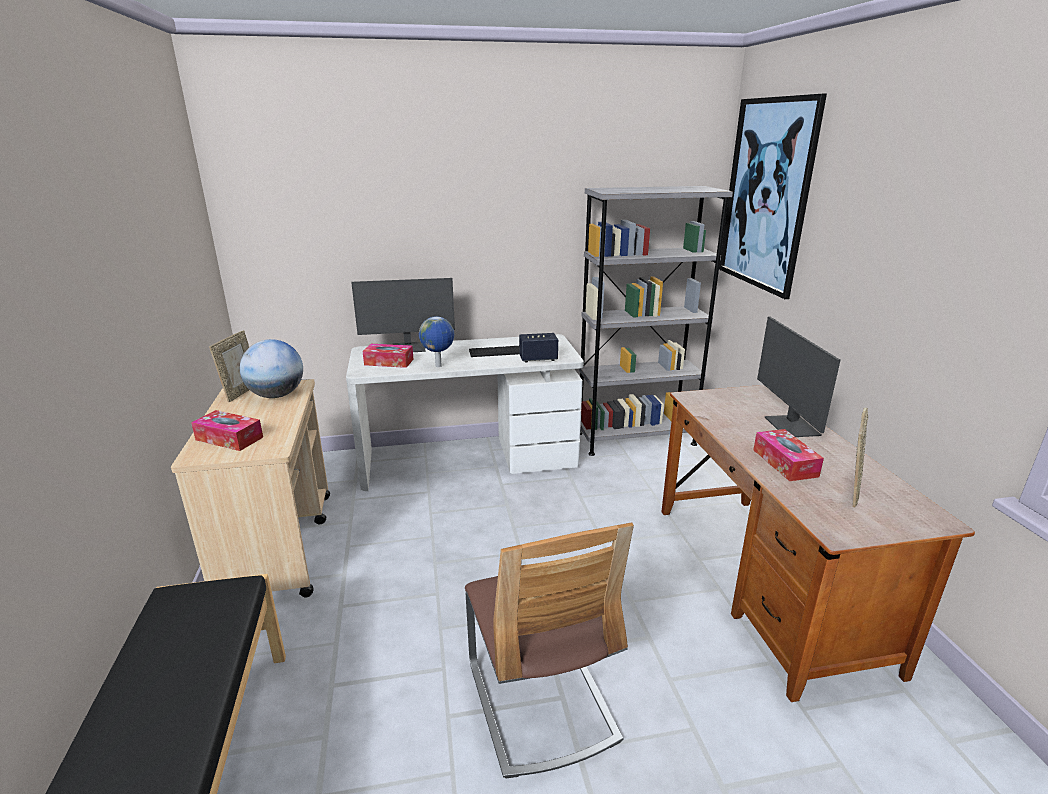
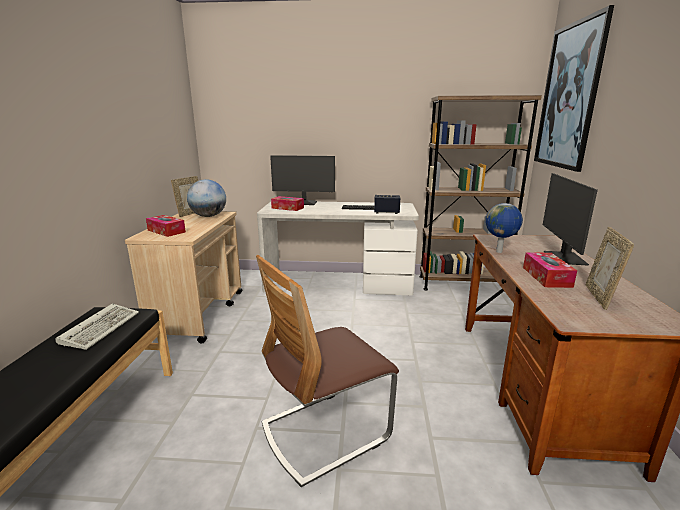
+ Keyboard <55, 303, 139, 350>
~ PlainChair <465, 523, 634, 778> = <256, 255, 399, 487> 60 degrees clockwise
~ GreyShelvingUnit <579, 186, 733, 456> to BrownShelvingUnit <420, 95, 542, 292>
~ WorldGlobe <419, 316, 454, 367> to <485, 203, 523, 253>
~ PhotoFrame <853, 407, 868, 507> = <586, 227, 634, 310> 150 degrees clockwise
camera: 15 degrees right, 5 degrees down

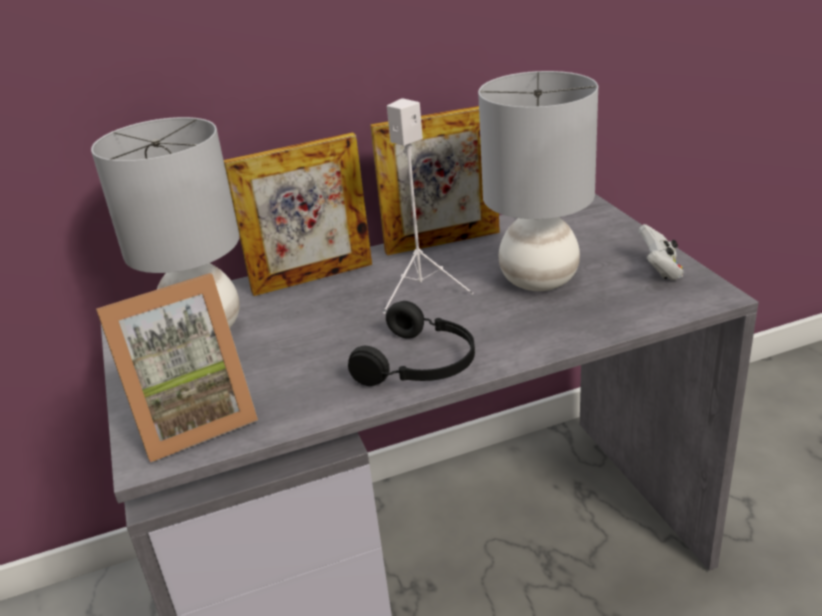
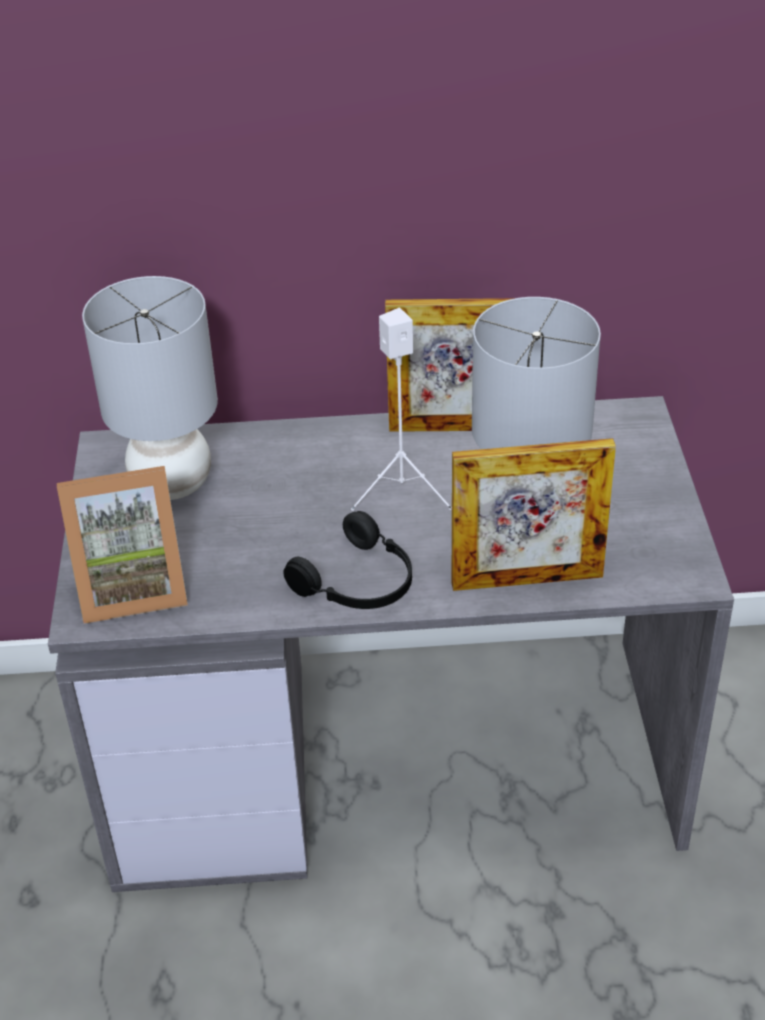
~ PhotoFrame <224, 132, 372, 296> to <452, 438, 616, 591>
- WhitishJoypad <638, 224, 684, 280>
camera: 15 degrees right, 10 degrees up

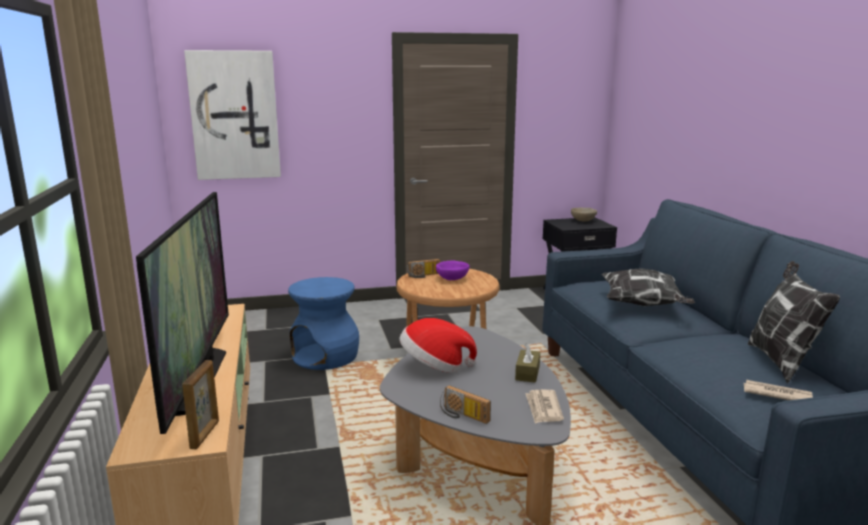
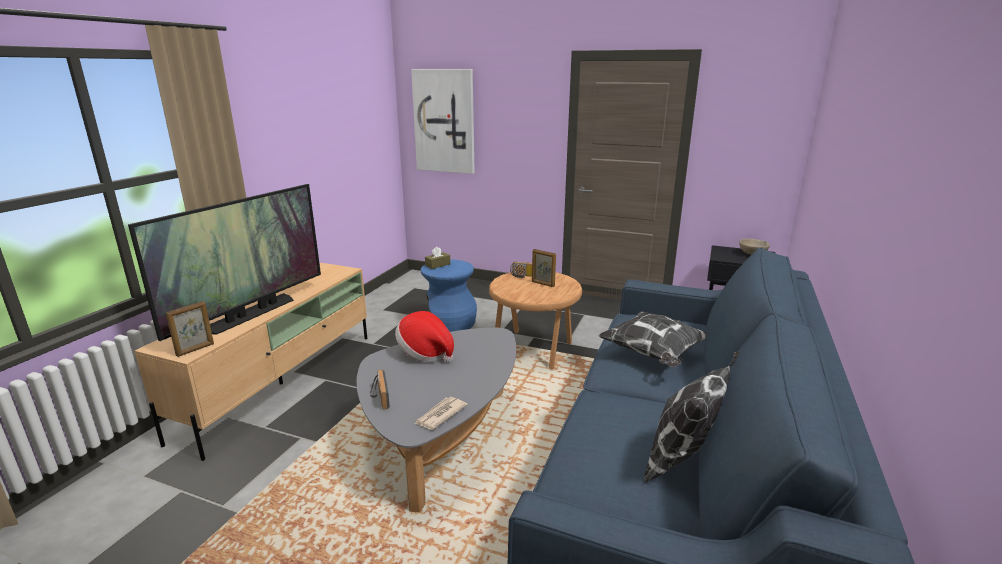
~ BrownTissueHolder <515, 343, 540, 383> to <425, 247, 450, 269>
~ PurpleBowl <436, 261, 469, 280> to PhotoFrame <532, 249, 556, 287>
- PrintedPaper <744, 380, 813, 400>
camera: 35 degrees right, 5 degrees up

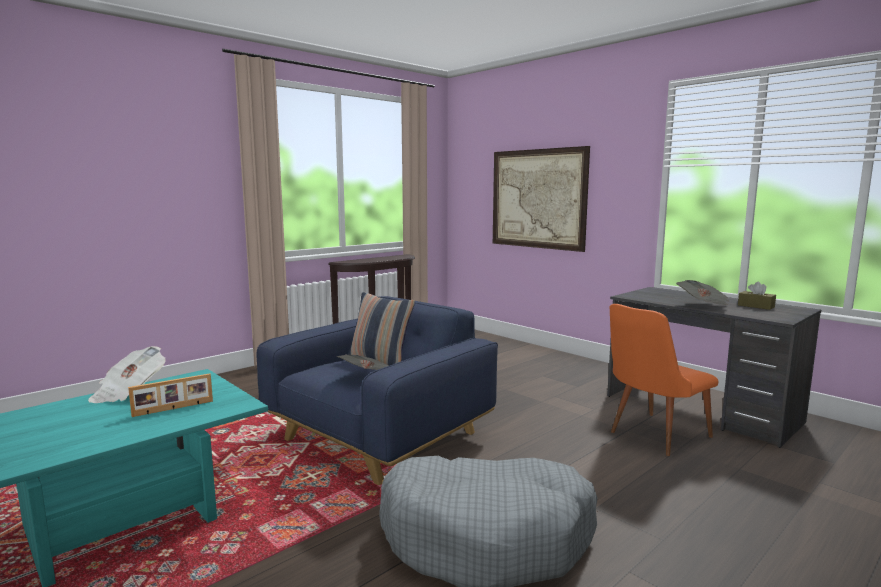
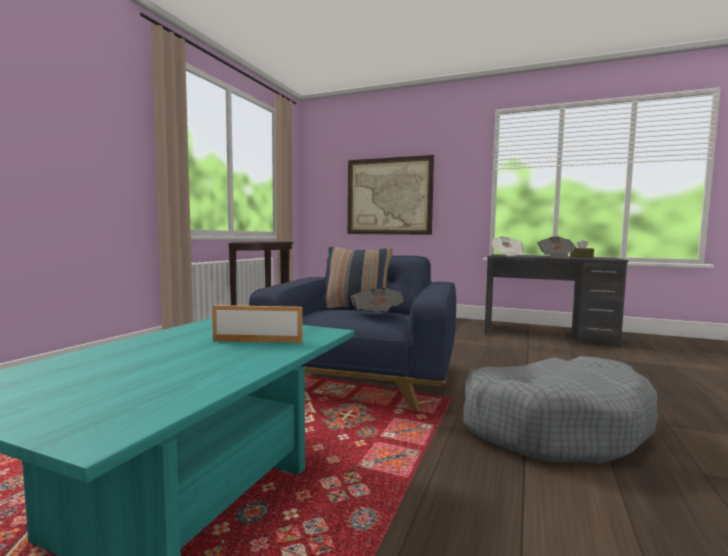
~ PhotoFrame <128, 373, 213, 417> = <212, 305, 302, 343> 120 degrees counterclockwise
~ PrintedPaper <88, 346, 166, 403> to <492, 236, 524, 256>
- OrangePlainChair <610, 304, 719, 456>
camera: 25 degrees left, 5 degrees down

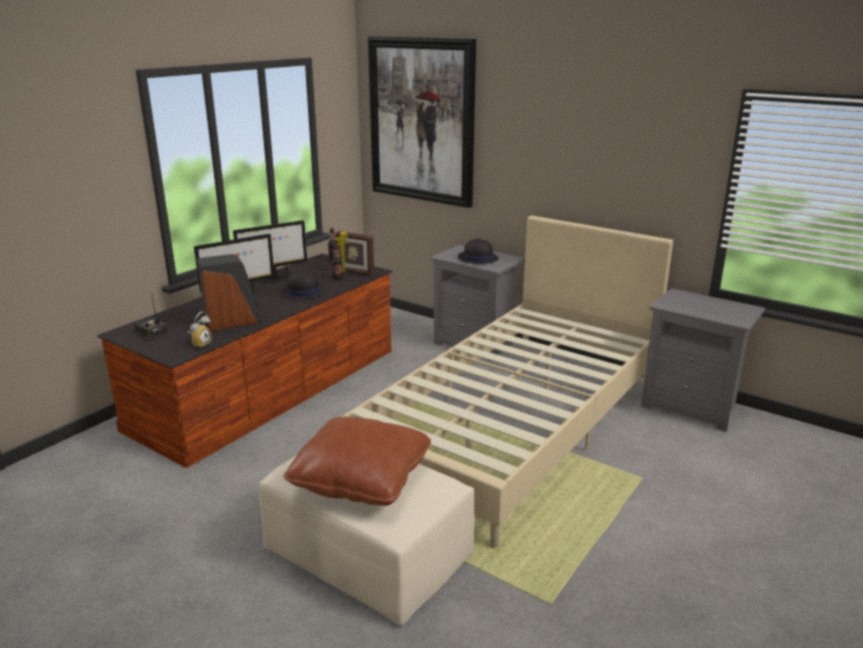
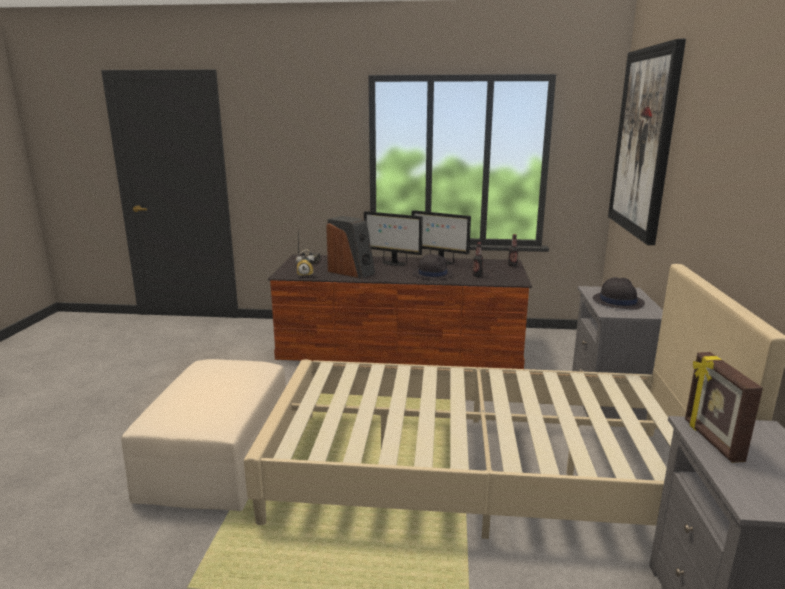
~ PhotoFrame <335, 231, 374, 276> to <685, 352, 763, 463>
- BrownCushion <283, 417, 431, 506>
camera: 60 degrees right, 5 degrees down

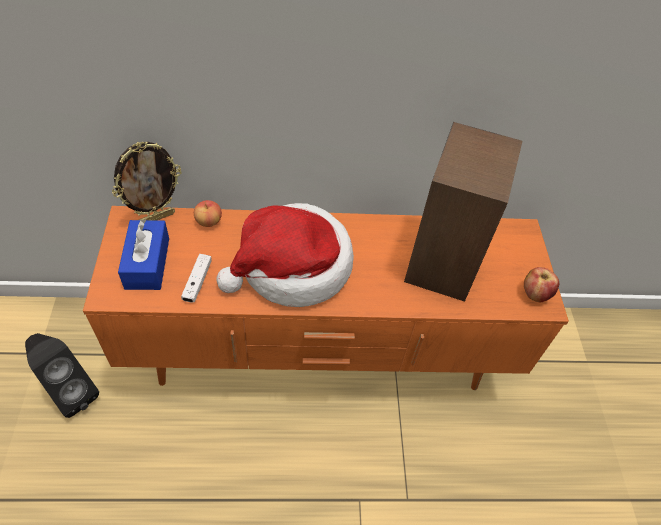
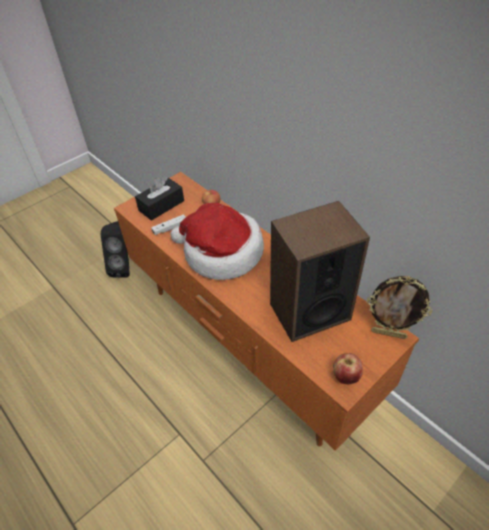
~ BlueTissueHolder <118, 219, 169, 290> to BlackishTissueHolder <135, 176, 184, 221>
~ PhotoFrame <112, 142, 182, 221> to <367, 276, 433, 339>
camera: 55 degrees right, 5 degrees down

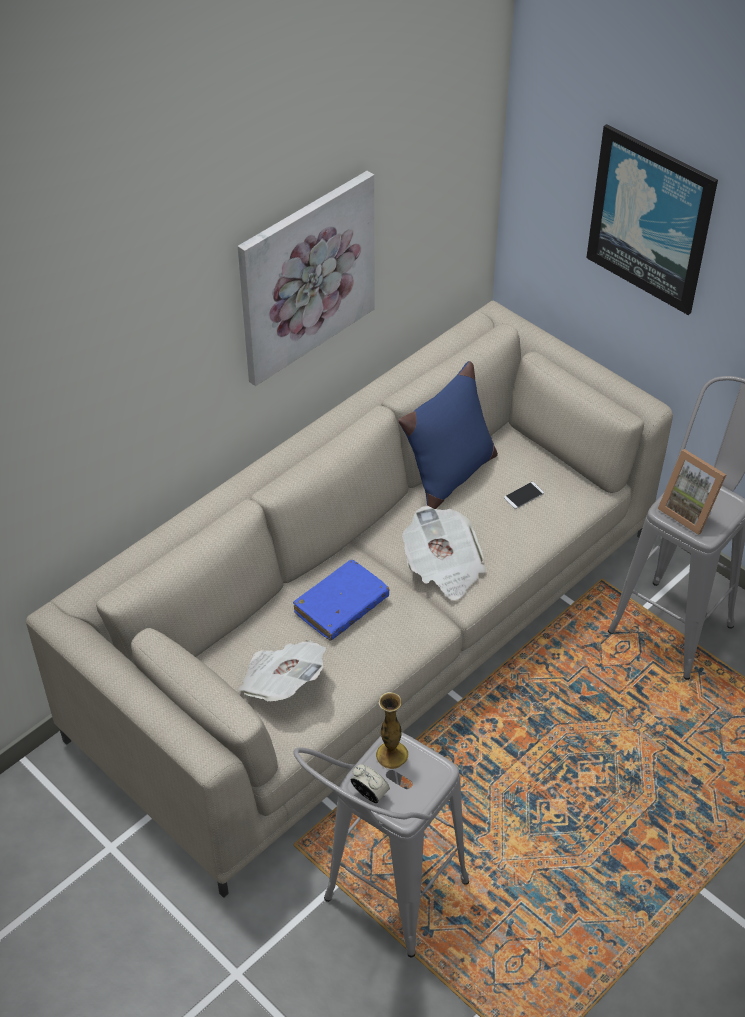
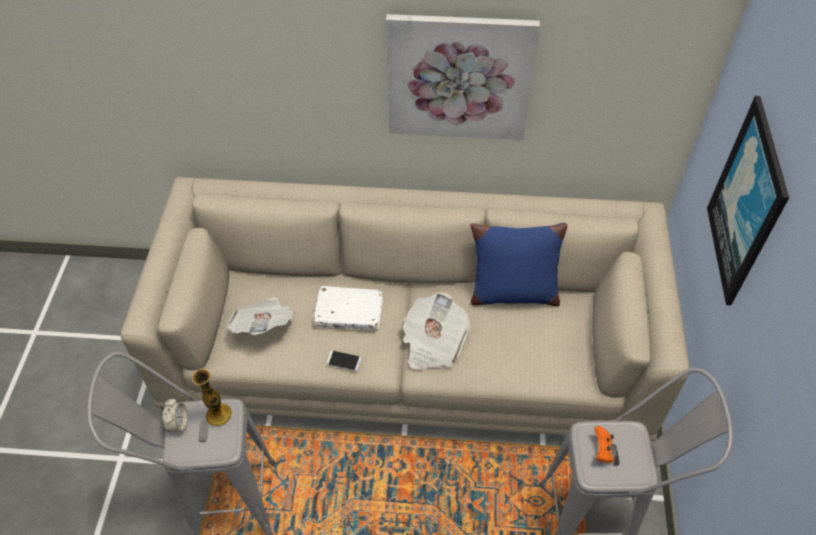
~ BlueBoundBook <293, 560, 390, 640> to WhitishBoundBook <314, 286, 383, 330>
~ Telephone <504, 482, 544, 509> to <326, 350, 362, 371>
~ PhotoFrame <658, 449, 726, 535> to OrangeJoypad <594, 426, 614, 463>
camera: 50 degrees right, 5 degrees up

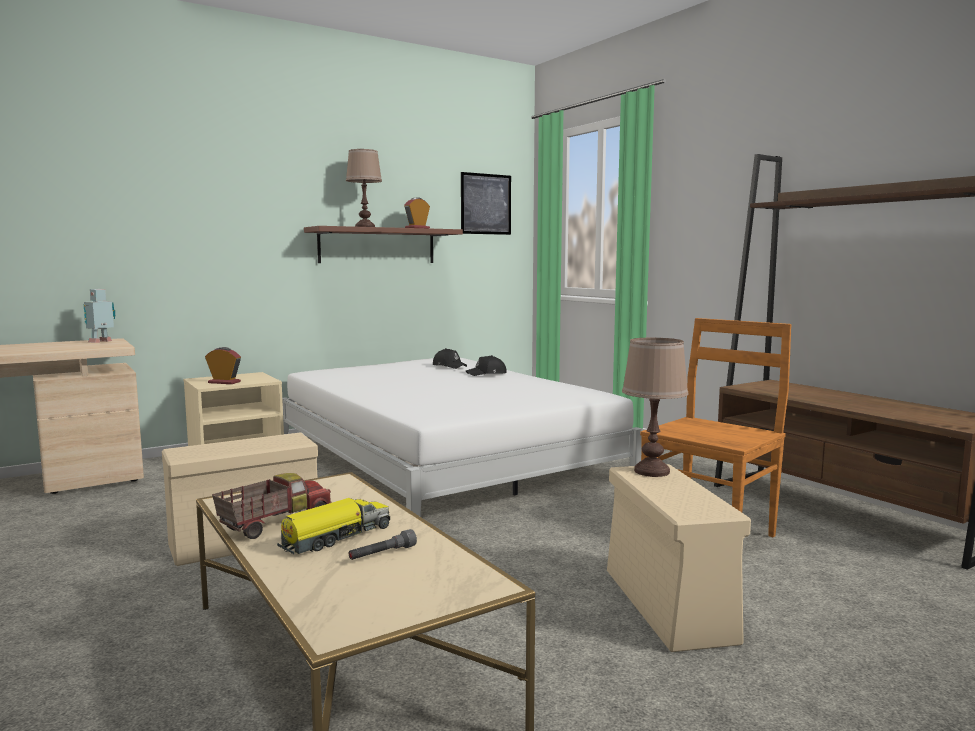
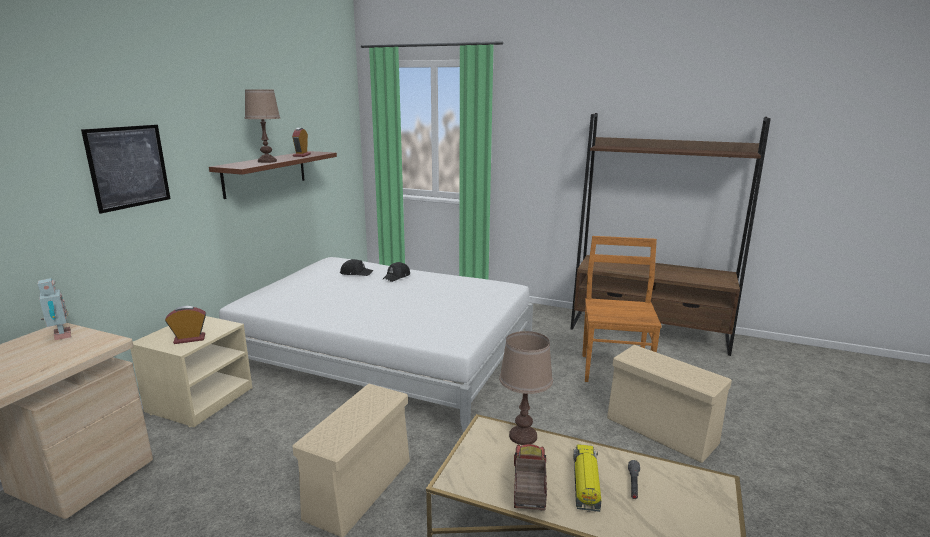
~ ModelRobot <83, 289, 115, 343> = <38, 278, 71, 340> 150 degrees clockwise
~ WallPicture <461, 172, 511, 235> to <81, 125, 170, 214>
~ BrownTabletopLamp <622, 338, 688, 477> to <499, 331, 553, 445>
camera: 35 degrees left, 10 degrees up

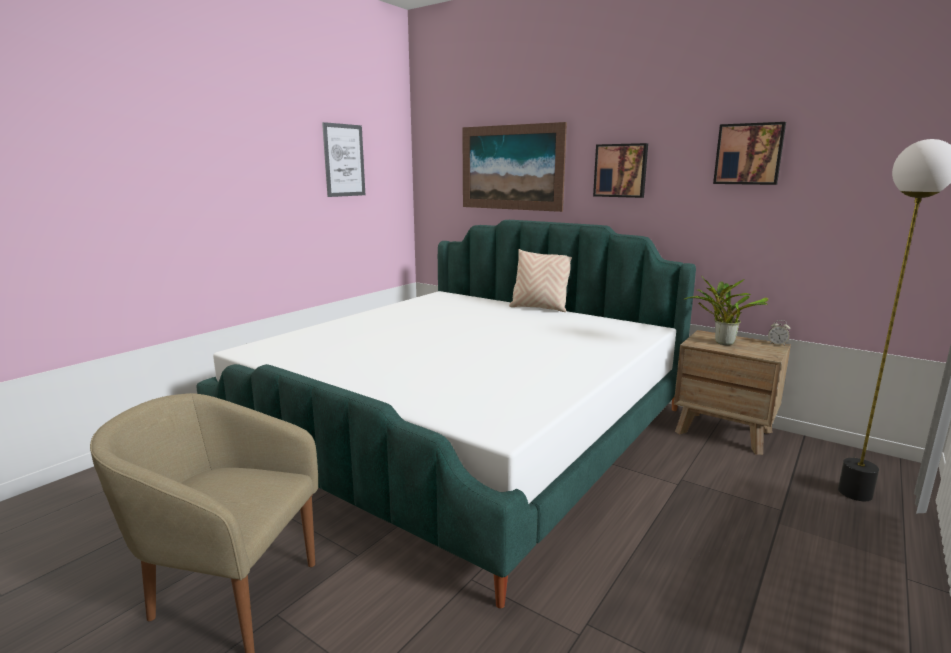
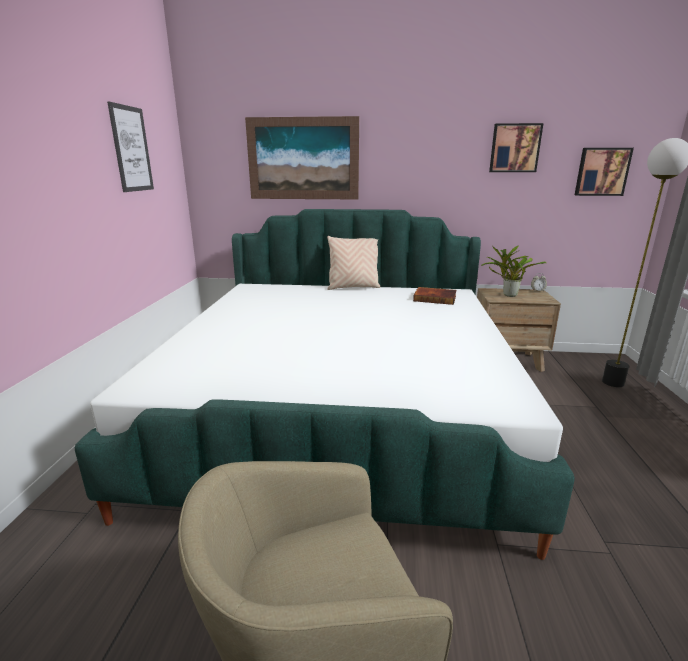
+ BoundBook <413, 287, 457, 305>
~ WallPicture <593, 143, 648, 198> to <575, 148, 634, 196>
camera: 30 degrees left, 5 degrees up

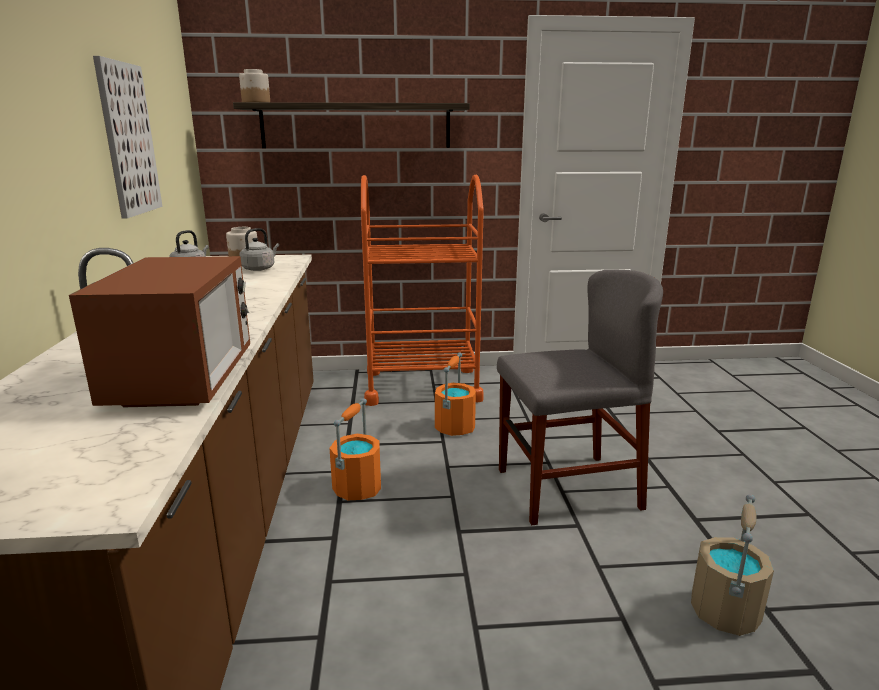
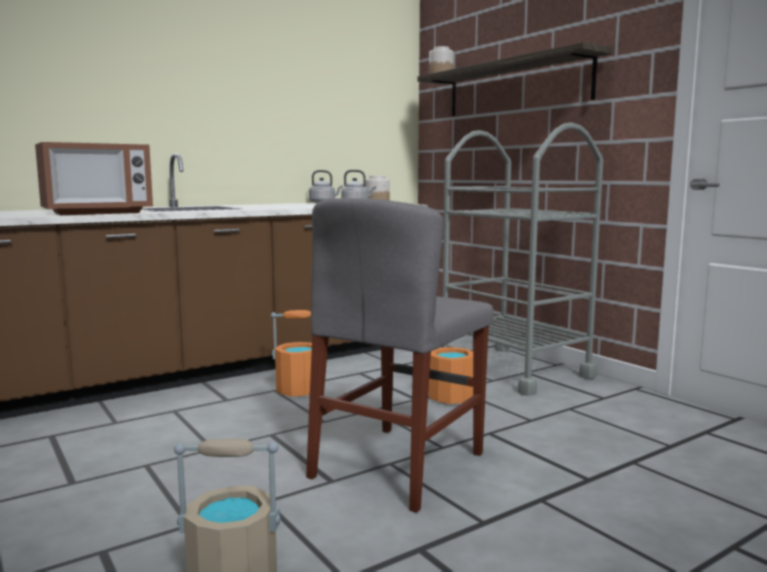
~ GreyPlainChair <497, 270, 663, 525> = <306, 198, 494, 513> 75 degrees clockwise
~ OrangeTrolley <361, 175, 484, 406> to GreyTrolley <442, 122, 603, 396>
- WallPicture <93, 56, 163, 219>
camera: 60 degrees right, 10 degrees down

